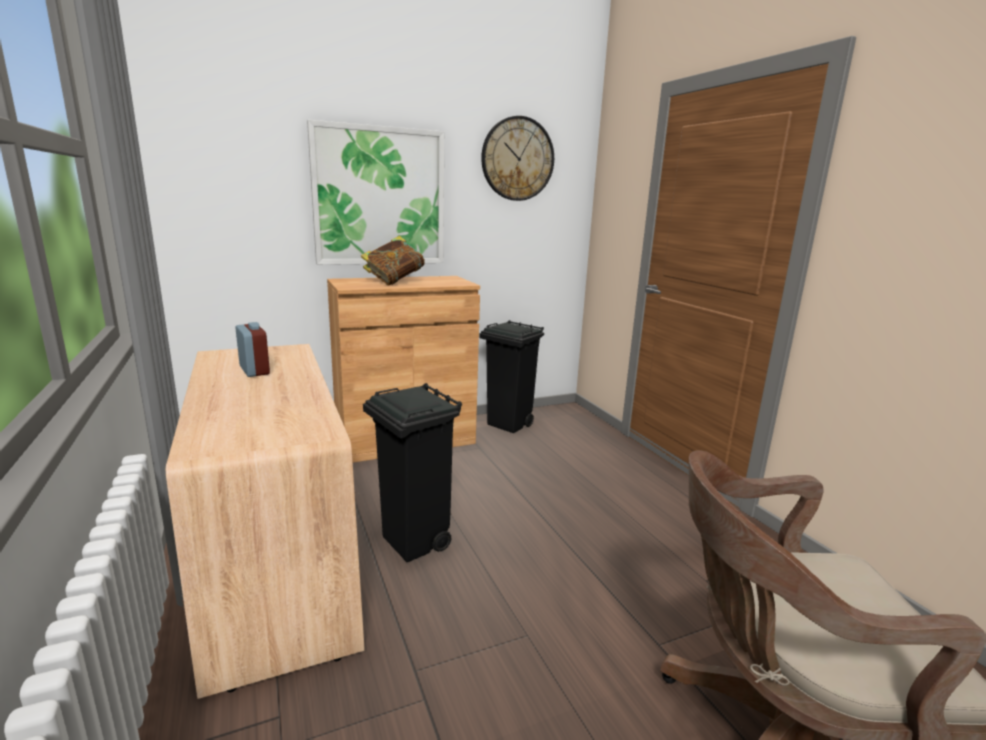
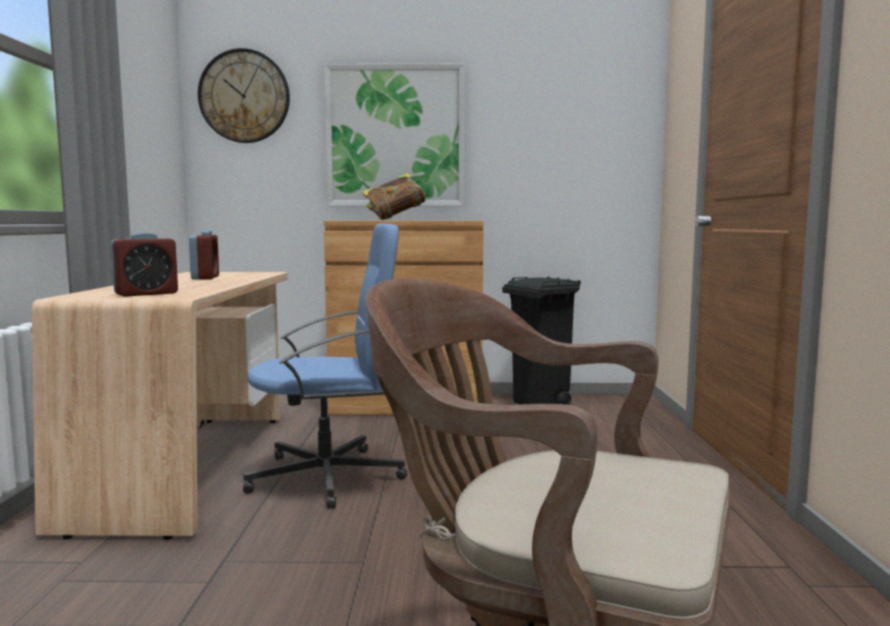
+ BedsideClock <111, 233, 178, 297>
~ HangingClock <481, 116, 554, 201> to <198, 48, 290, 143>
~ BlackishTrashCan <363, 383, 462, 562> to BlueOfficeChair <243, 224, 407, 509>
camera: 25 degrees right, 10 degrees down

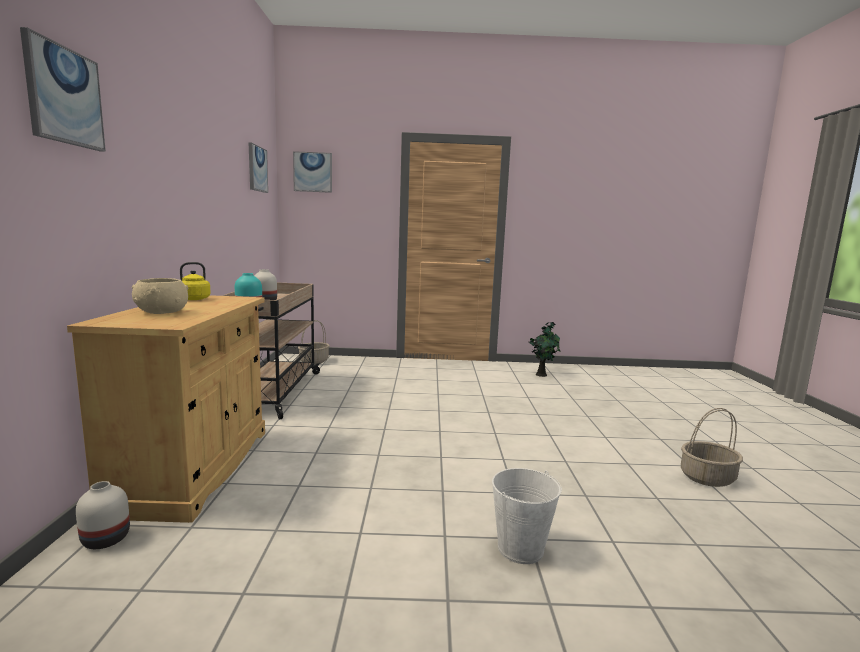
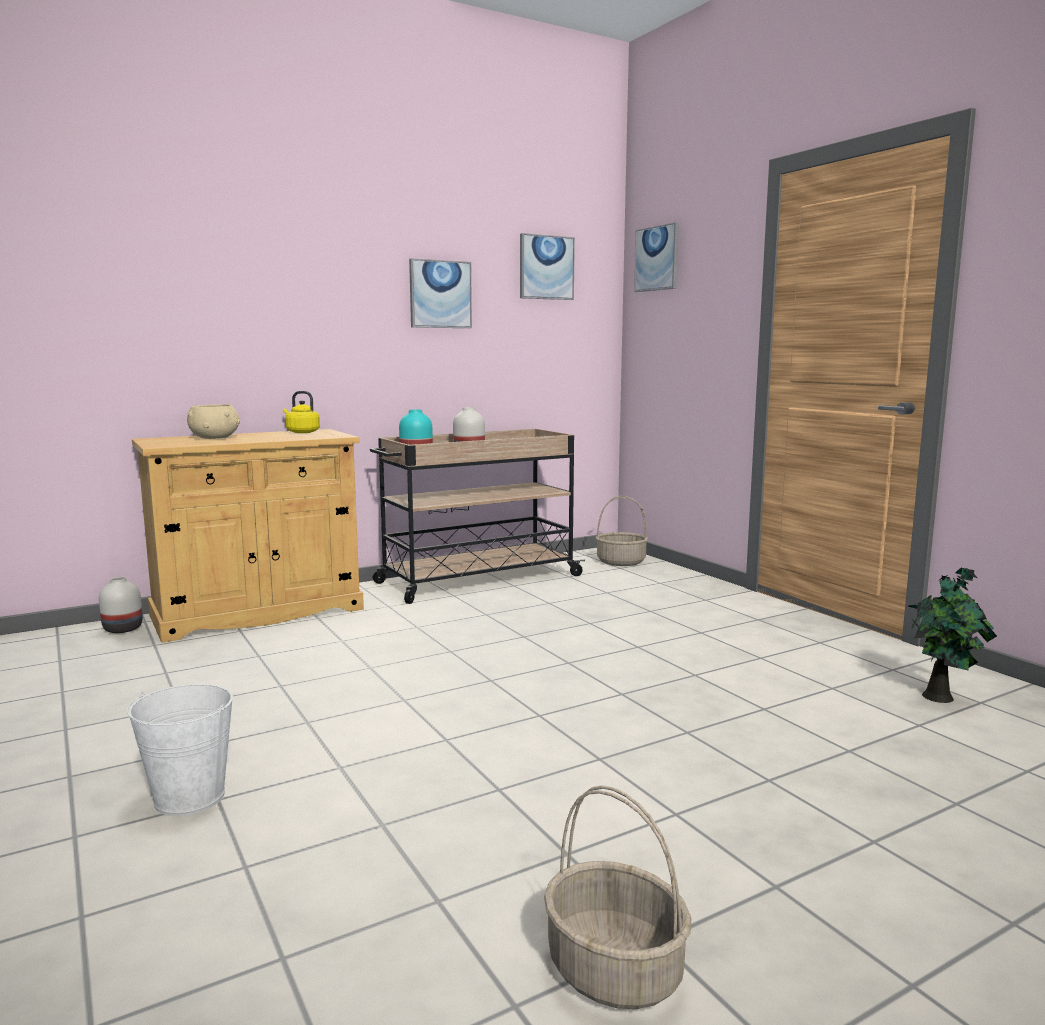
~ WallPicture <20, 27, 106, 152> to <409, 258, 472, 328>
camera: 60 degrees right, 0 degrees up

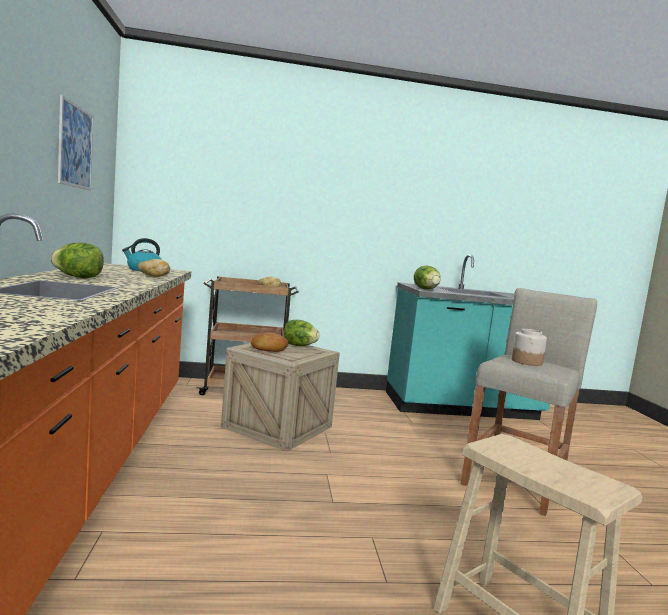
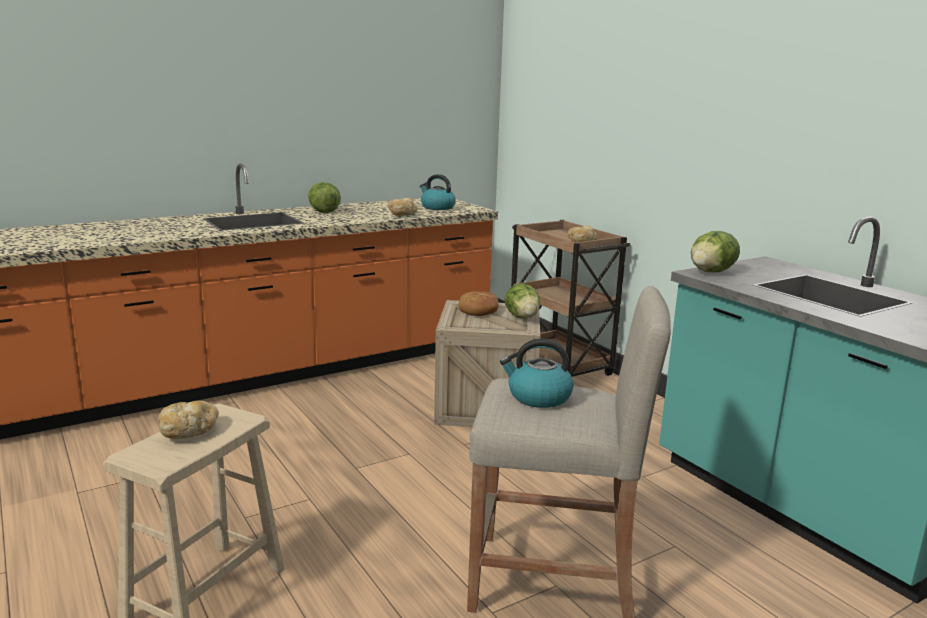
+ BakeryBread <158, 401, 219, 439>
~ StorageJar <512, 329, 547, 366> to WaterKettle <500, 339, 574, 408>
- WallPicture <58, 95, 94, 190>
camera: 65 degrees right, 10 degrees up

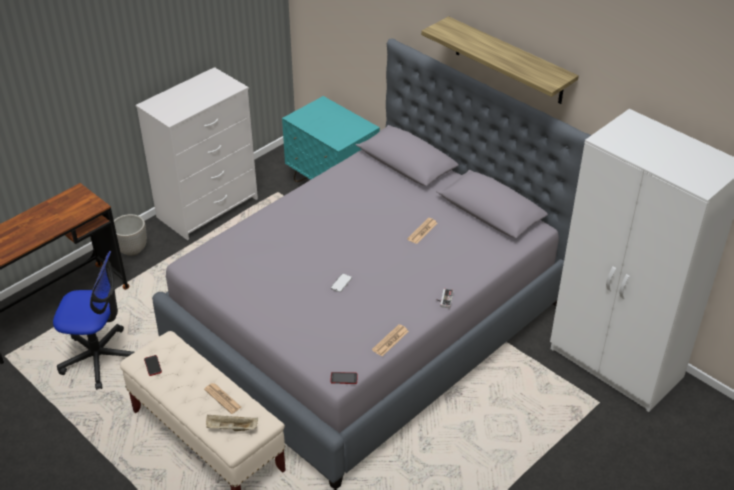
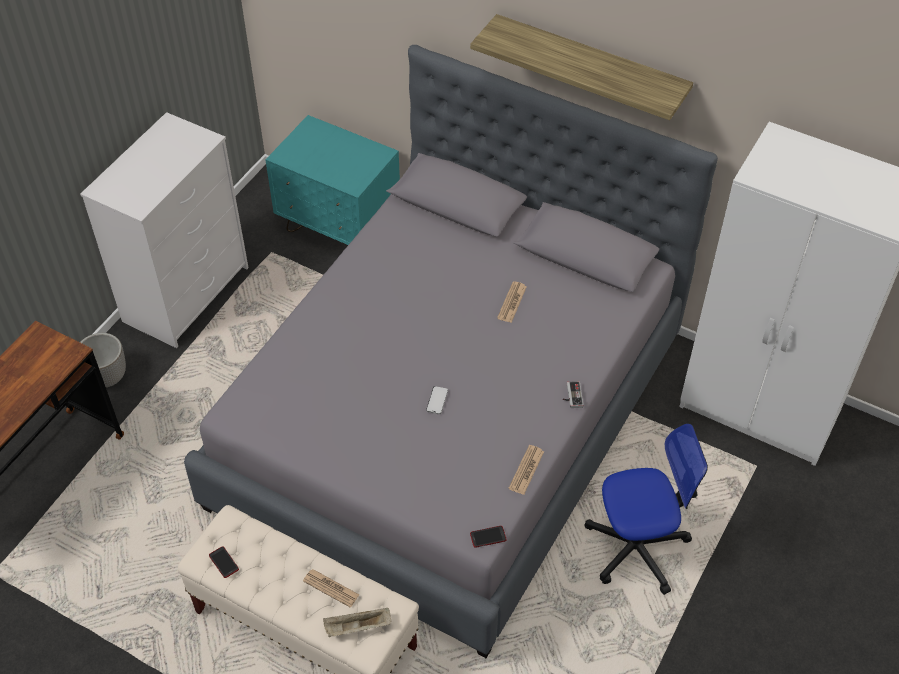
~ OfficeChair <53, 251, 134, 390> to <584, 423, 708, 595>
camera: 15 degrees left, 10 degrees up

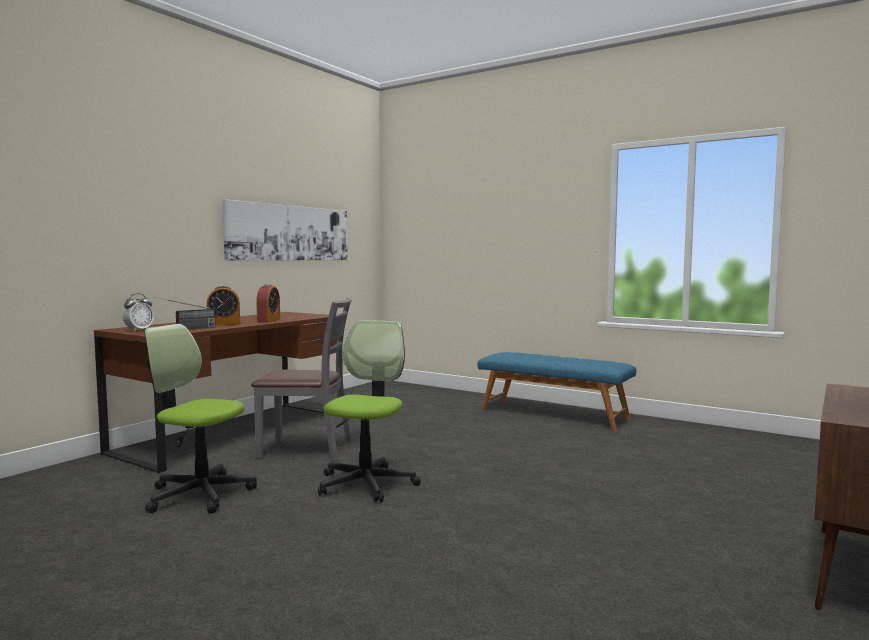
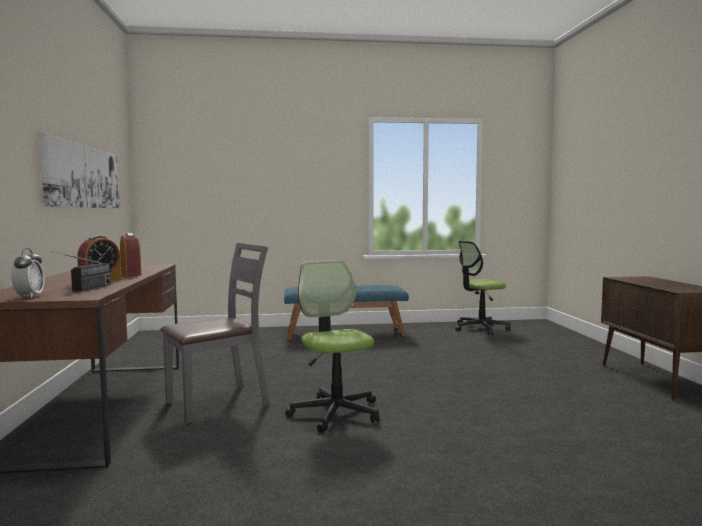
~ OfficeChair <144, 324, 257, 513> to <455, 241, 511, 335>
camera: 40 degrees left, 0 degrees up

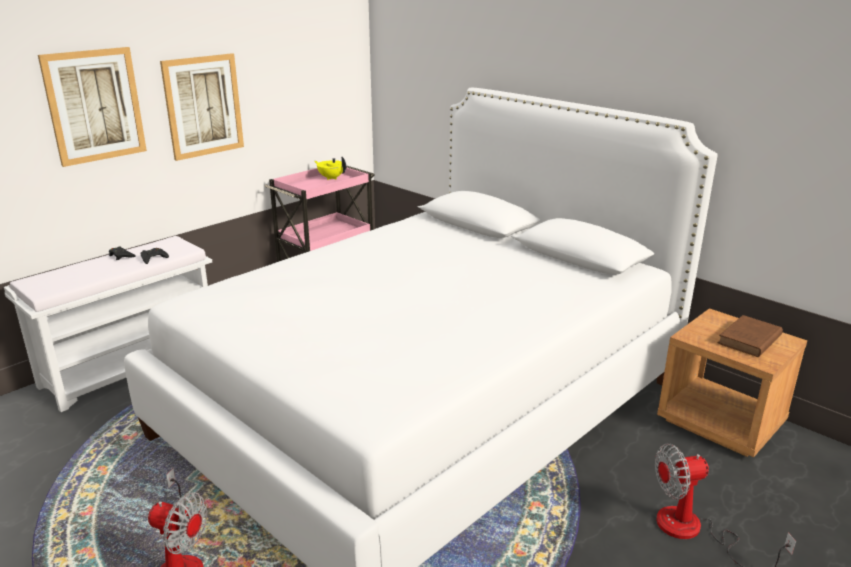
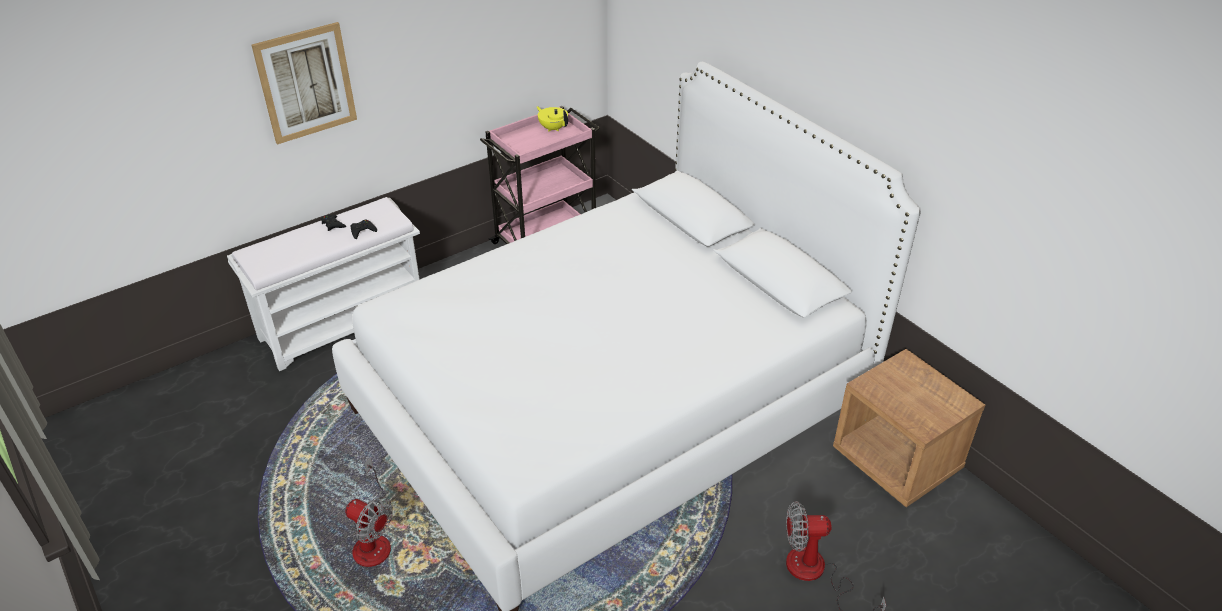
- WallPicture <160, 53, 244, 161>
- BrownBoundBook <718, 315, 783, 357>
camera: 10 degrees right, 15 degrees up

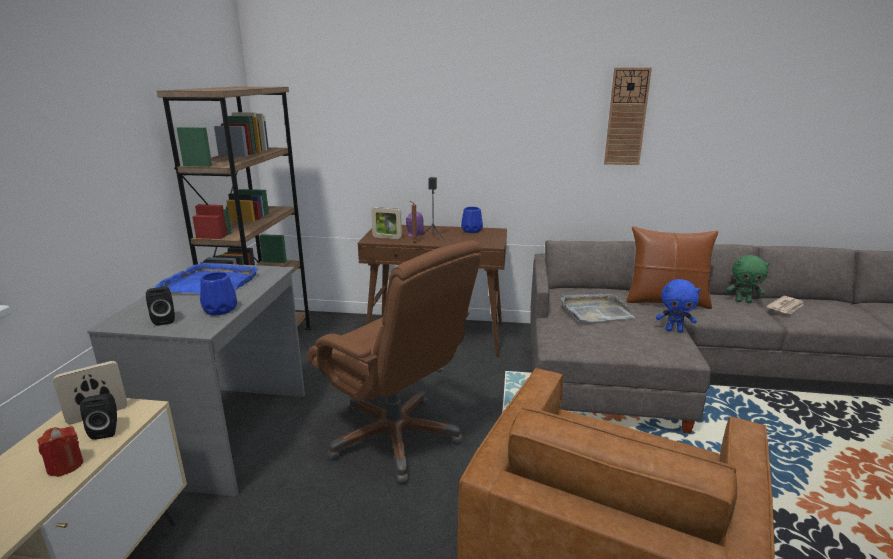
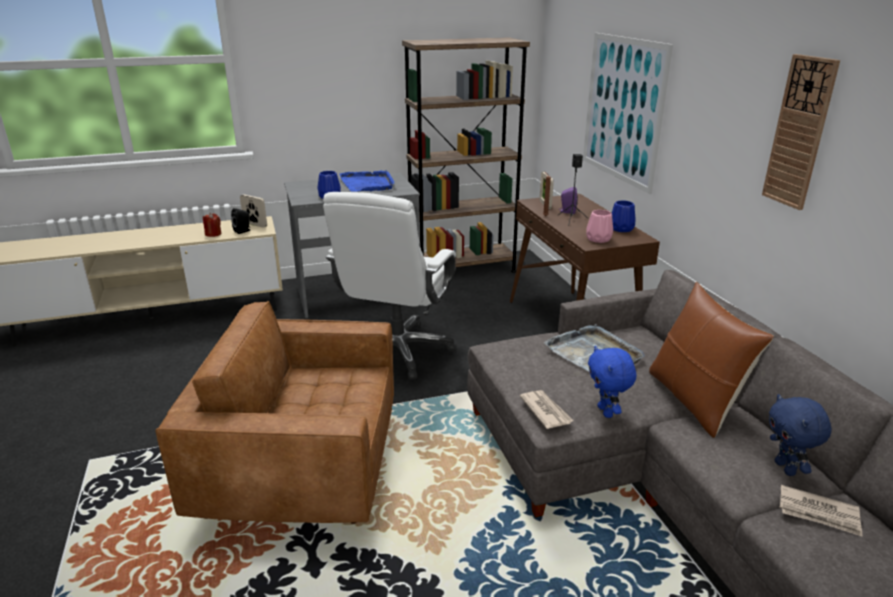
~ BrownOfficeChair <308, 240, 482, 484> to WhitishOfficeChair <323, 192, 456, 380>
+ PrintedPaper <520, 390, 573, 429>
+ WallPicture <583, 33, 673, 194>
+ PinkColouredVase <586, 210, 613, 243>
~ GreenishSoftToy <726, 255, 770, 303> to BlueSoftToy <769, 394, 832, 476>
- BlackishAudioSpeaker <146, 287, 175, 326>
camera: 65 degrees right, 5 degrees up

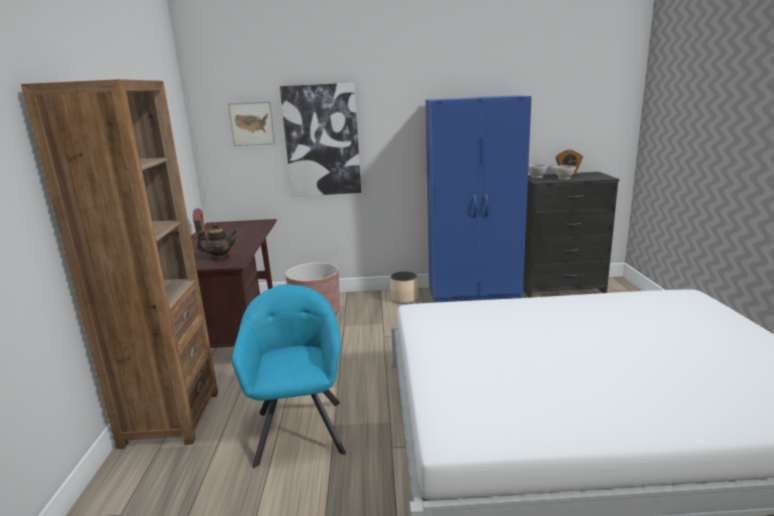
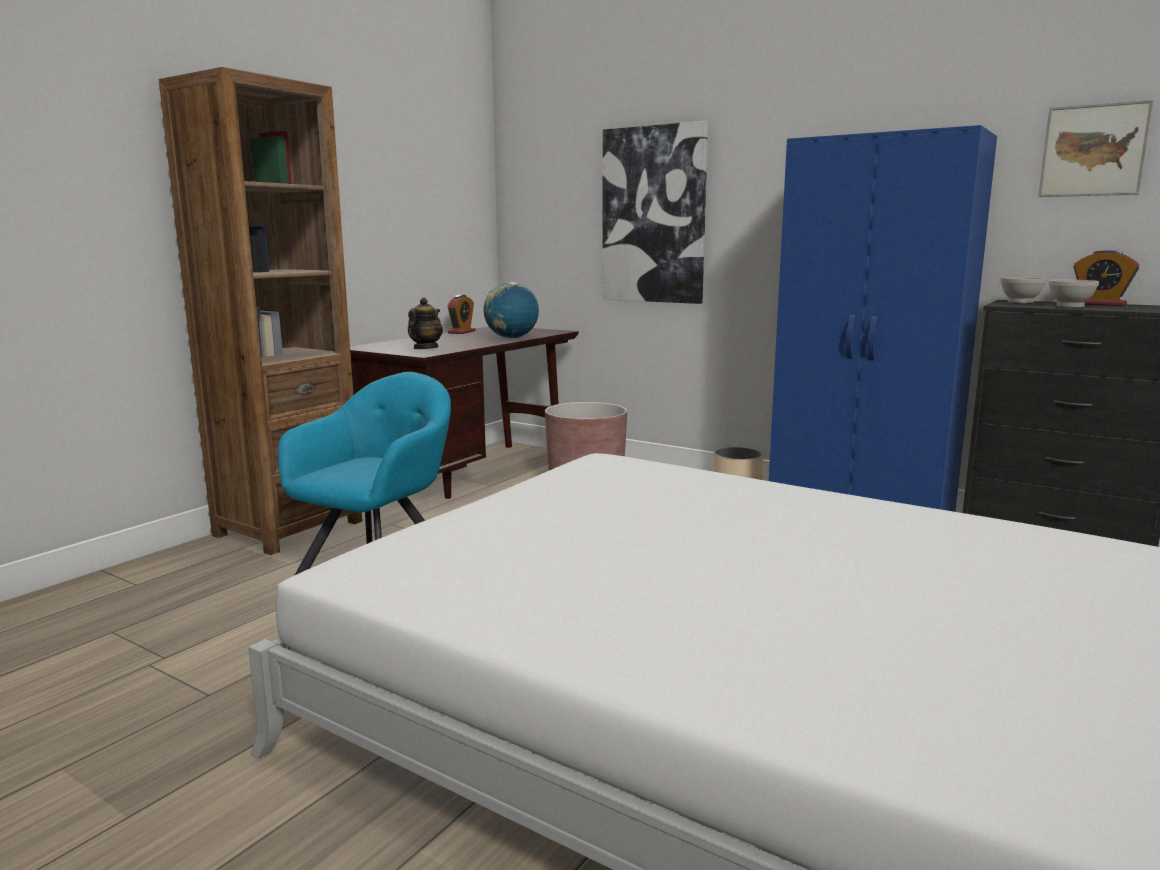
~ TeaPot <197, 223, 237, 260> = <408, 298, 443, 349> 90 degrees counterclockwise
+ WorldGlobe <483, 282, 539, 338>
~ WallPicture <228, 101, 275, 146> to <1038, 100, 1153, 197>
camera: 35 degrees right, 5 degrees down

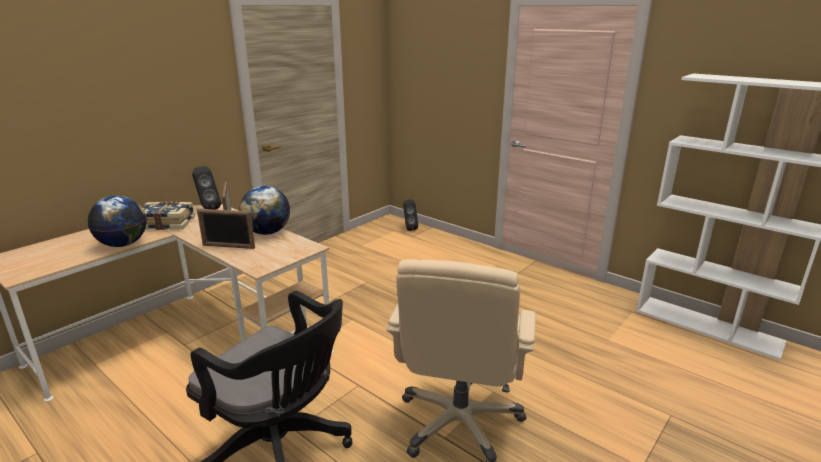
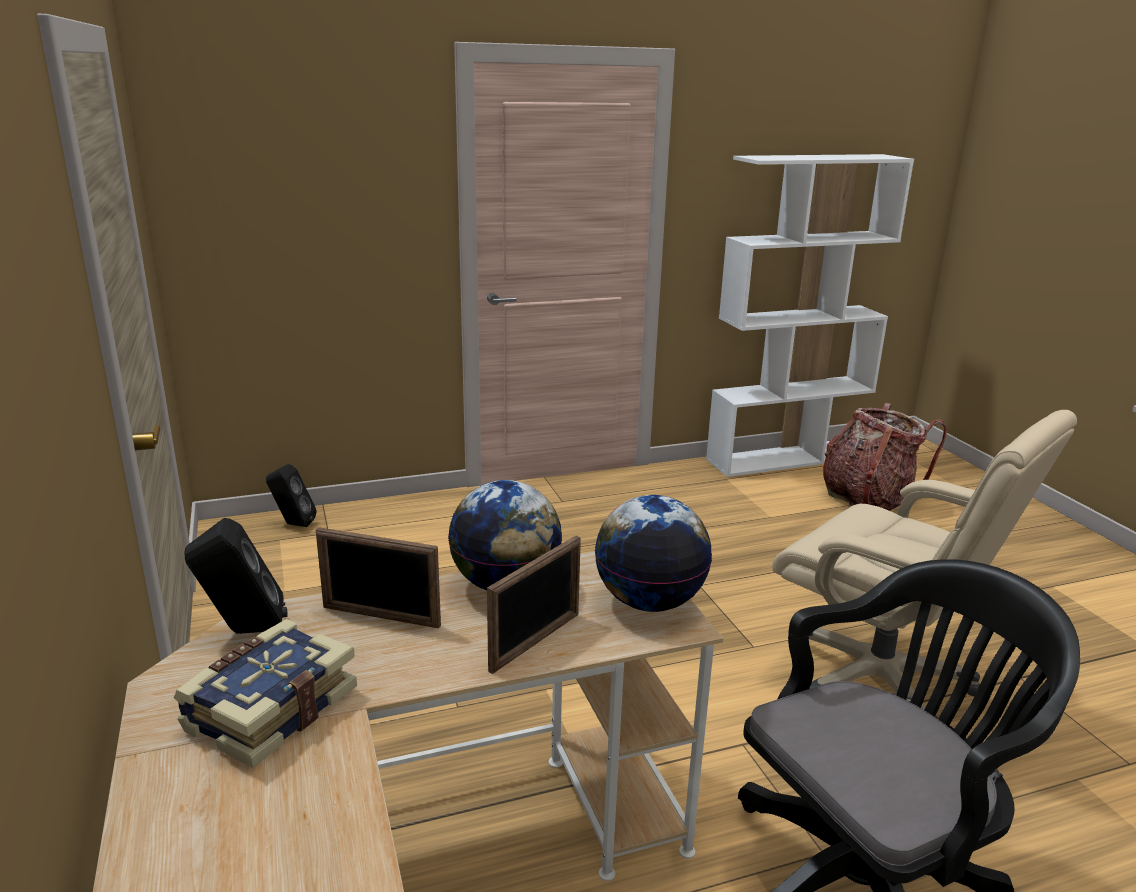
~ WorldGlobe <88, 196, 147, 247> to <595, 495, 712, 612>
+ Knapsack <823, 402, 947, 511>
camera: 60 degrees left, 0 degrees up

